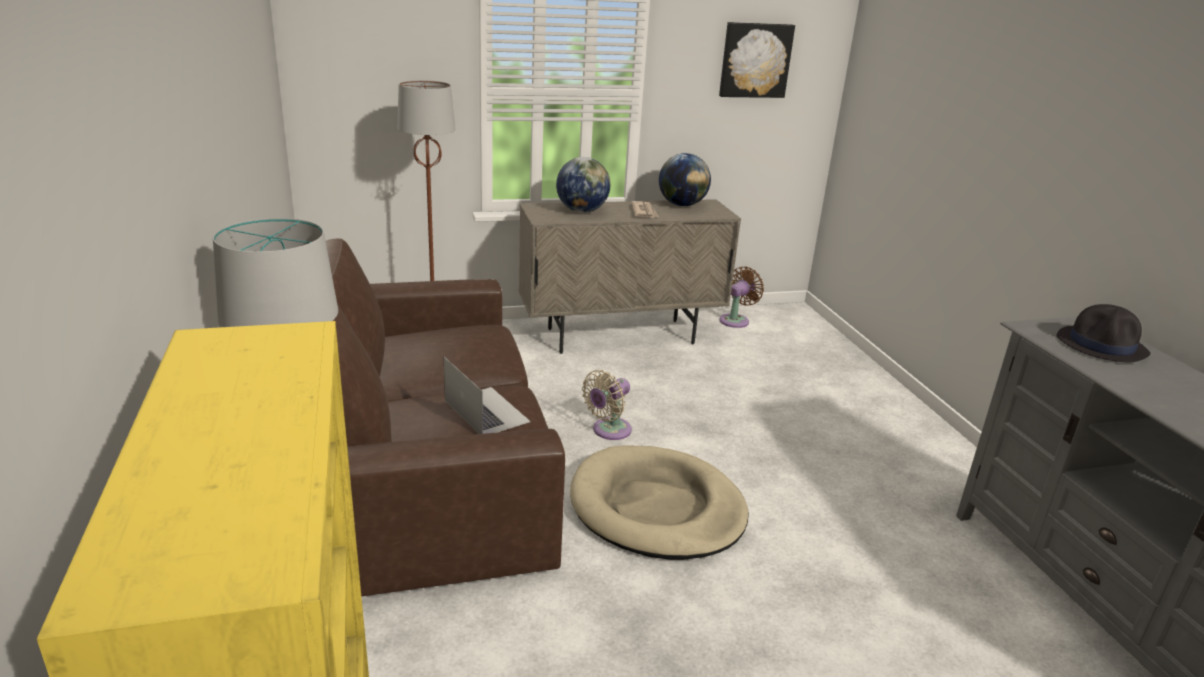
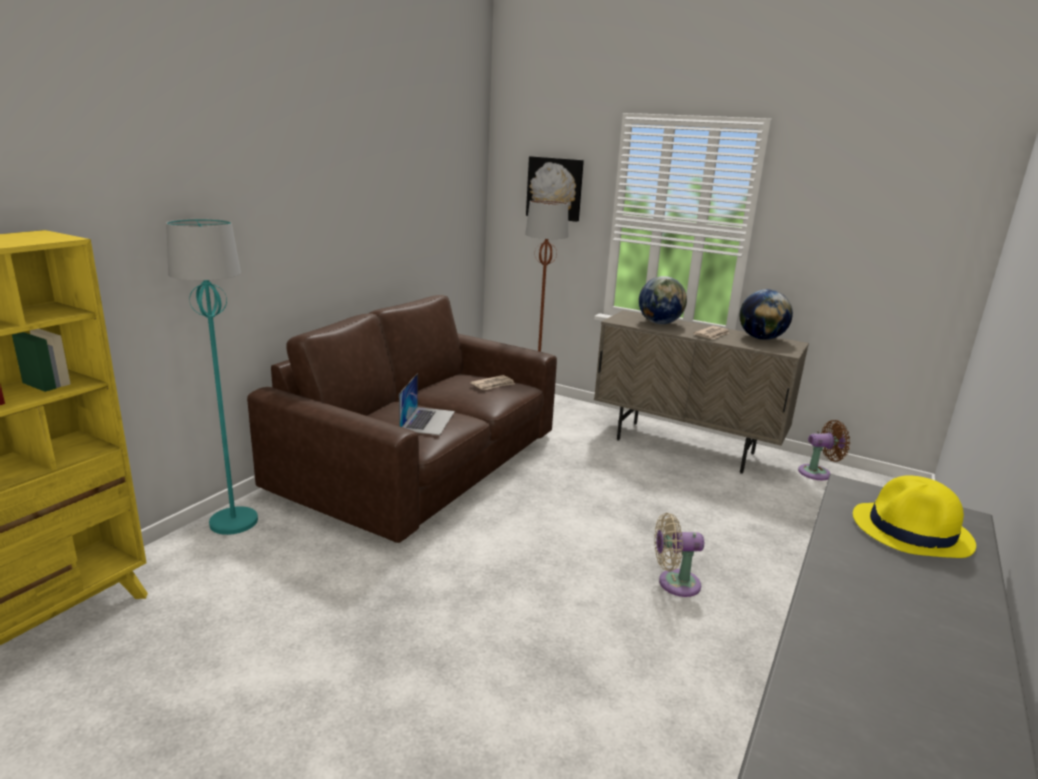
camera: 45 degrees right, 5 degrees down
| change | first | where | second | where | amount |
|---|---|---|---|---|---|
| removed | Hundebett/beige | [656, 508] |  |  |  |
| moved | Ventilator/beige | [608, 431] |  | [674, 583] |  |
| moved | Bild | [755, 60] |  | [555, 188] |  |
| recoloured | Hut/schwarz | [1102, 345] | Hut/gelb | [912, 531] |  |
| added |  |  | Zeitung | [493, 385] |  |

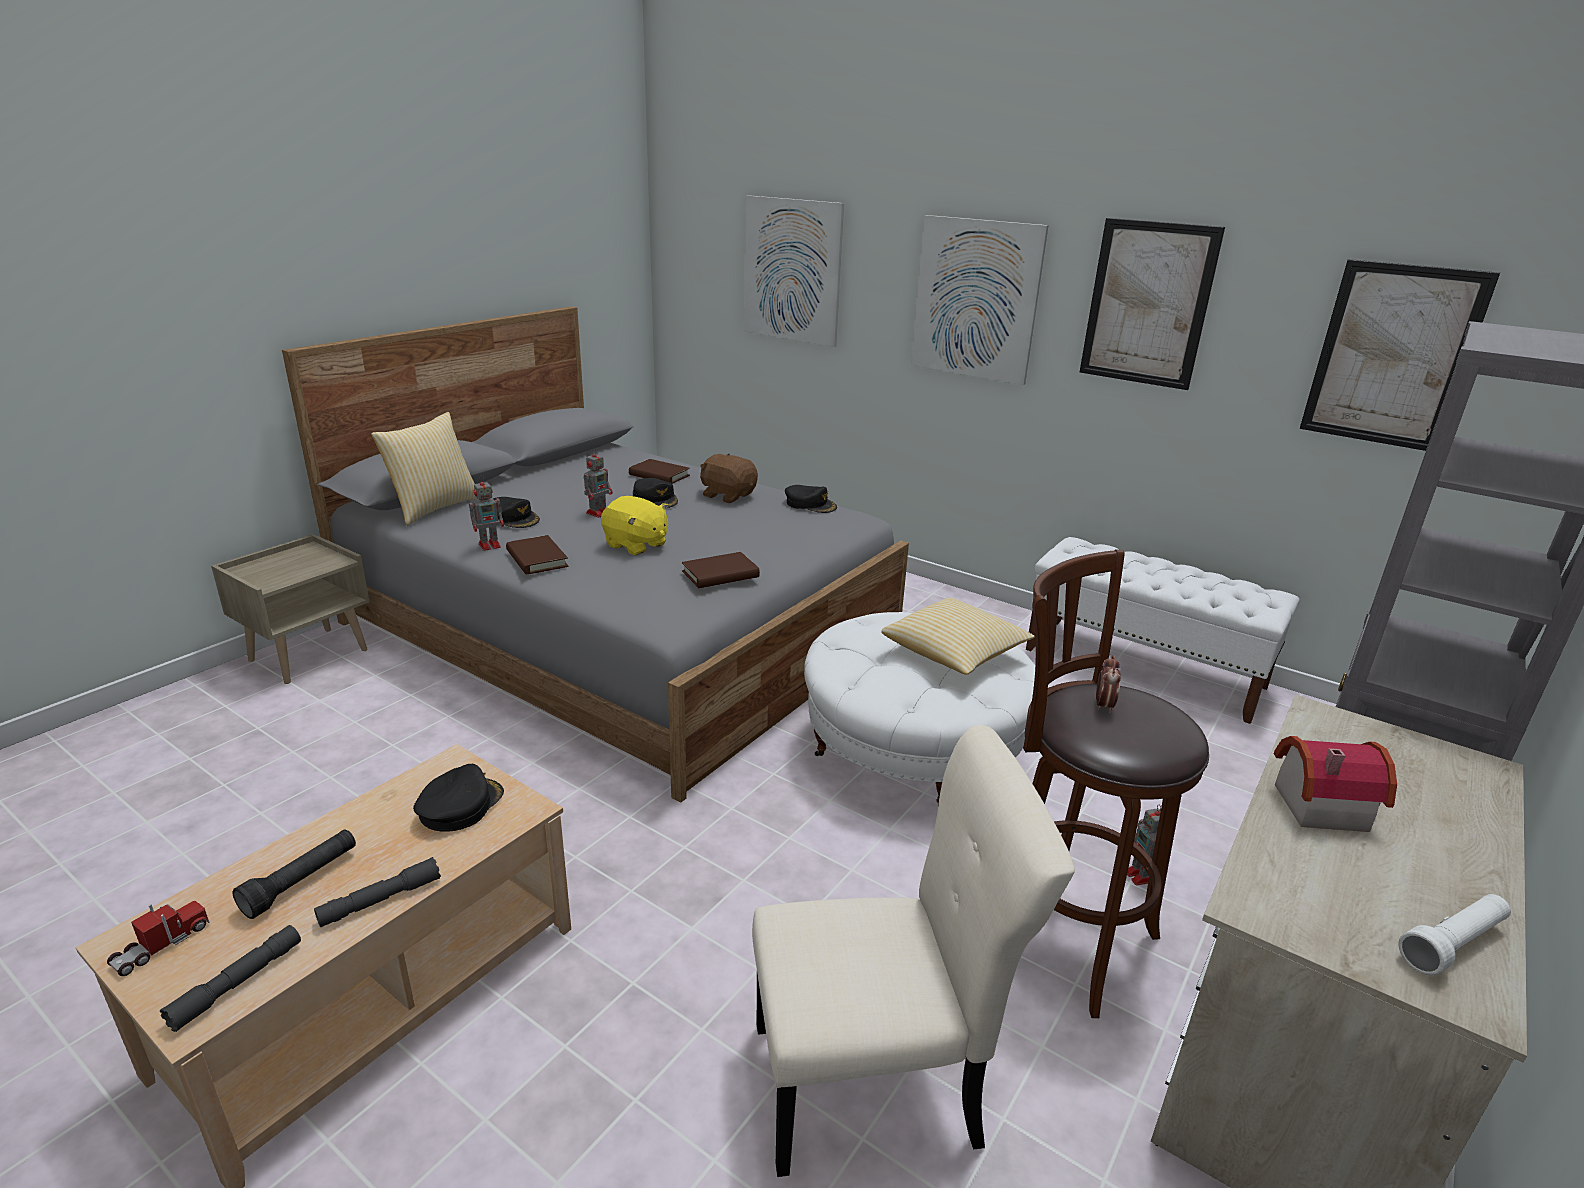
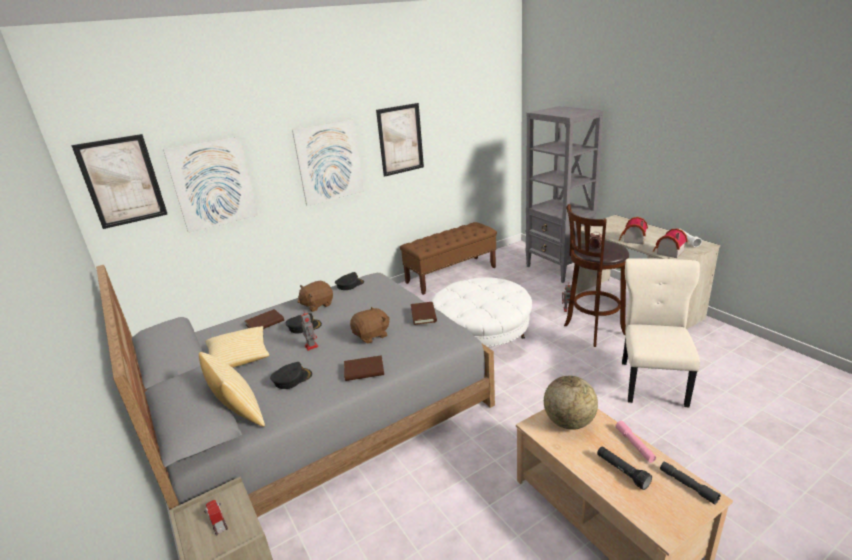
camera: 65 degrees left, 0 degrees up
| change | first | where | second | where | amount |
|---|---|---|---|---|---|
| moved | Spielzeuglaster | [161, 945] |  | [217, 520] |  |
| recoloured | Taschenlampe/grau | [380, 900] | Taschenlampe/rosa | [634, 445] |  |
| replaced | Kappe/schwarz | [460, 805] | Globus | [569, 422] |  |
| removed | Spielzeugroboter | [490, 545] |  |  |  |
| recoloured | Plüschtier/gelb | [636, 545] | Plüschtier/braun | [372, 335] |  |
| moved | Kissen | [954, 654] |  | [239, 358] |  |
| recoloured | Bank/weiß | [1144, 668] | Bank/braun | [451, 275] |  |
| moved | Bild | [1392, 356] |  | [122, 181] |  |
| added |  |  | Spielzeughaus | [668, 252] |  |

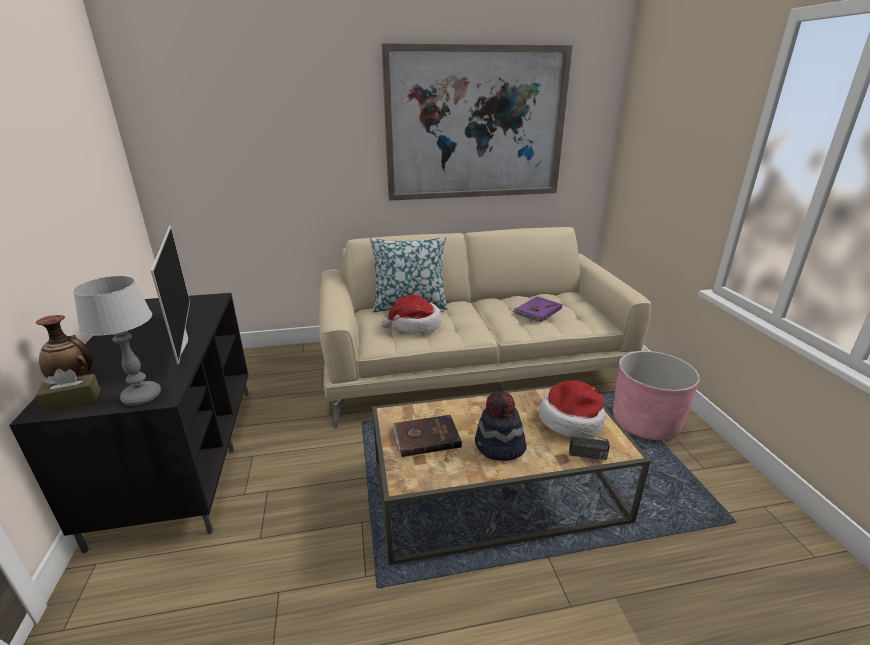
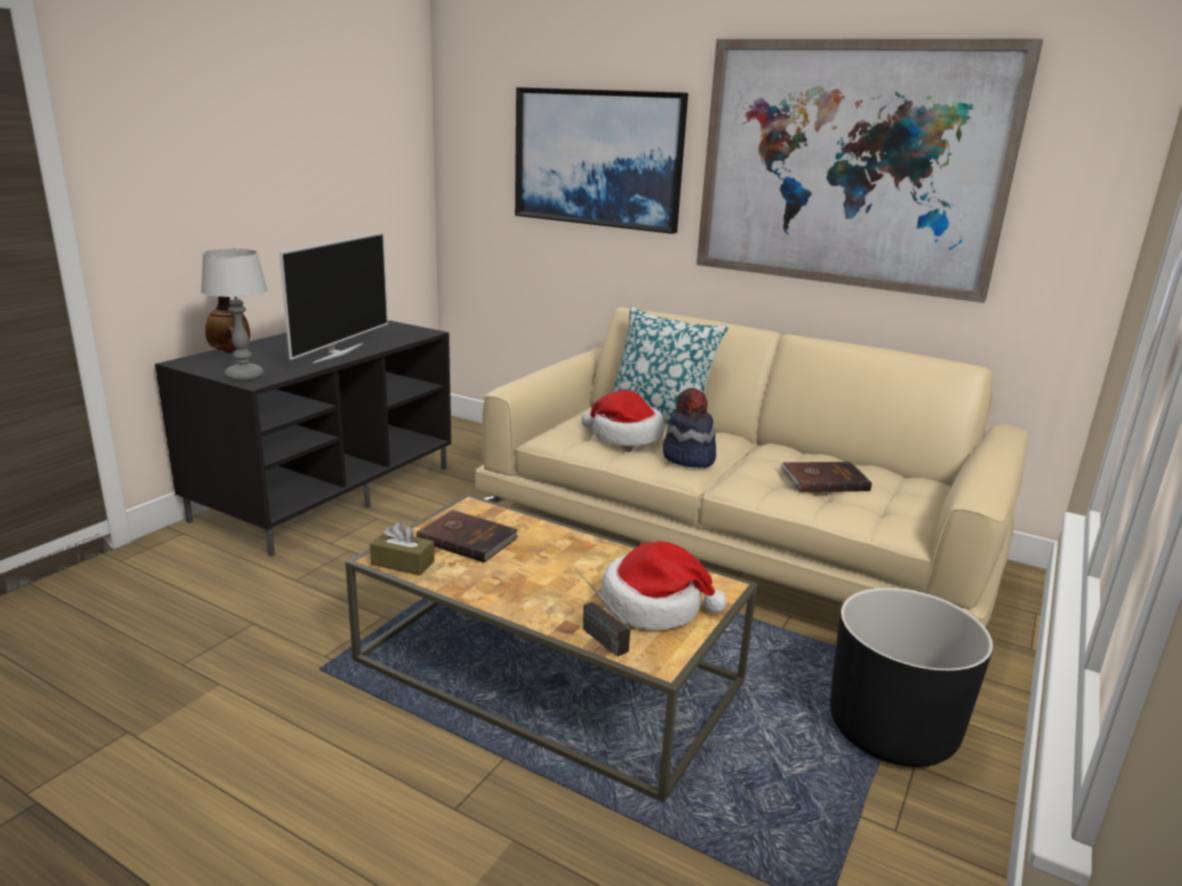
camera: 40 degrees right, 5 degrees down
| change | first | where | second | where | amount |
|---|---|---|---|---|---|
| moved | Taschentuchbox/braun | [72, 400] |  | [403, 563] |  |
| moved | Hut | [499, 447] |  | [688, 458] |  |
| recoloured | Buch/lila | [537, 311] | Buch/braun | [823, 480] |  |
| recoloured | Pflanzkübel/rosa | [645, 423] | Pflanzkübel/schwarz | [891, 730] |  |
| added |  |  | Bild | [598, 158] |  |

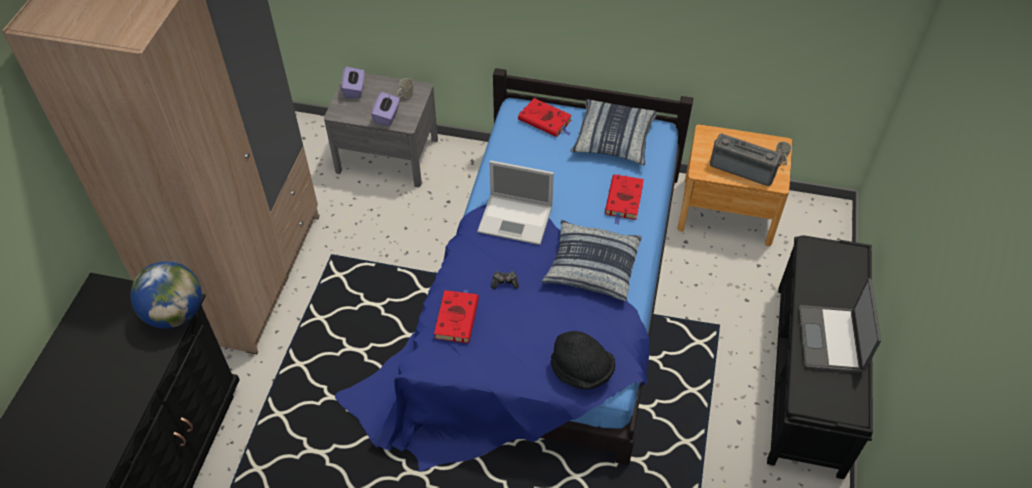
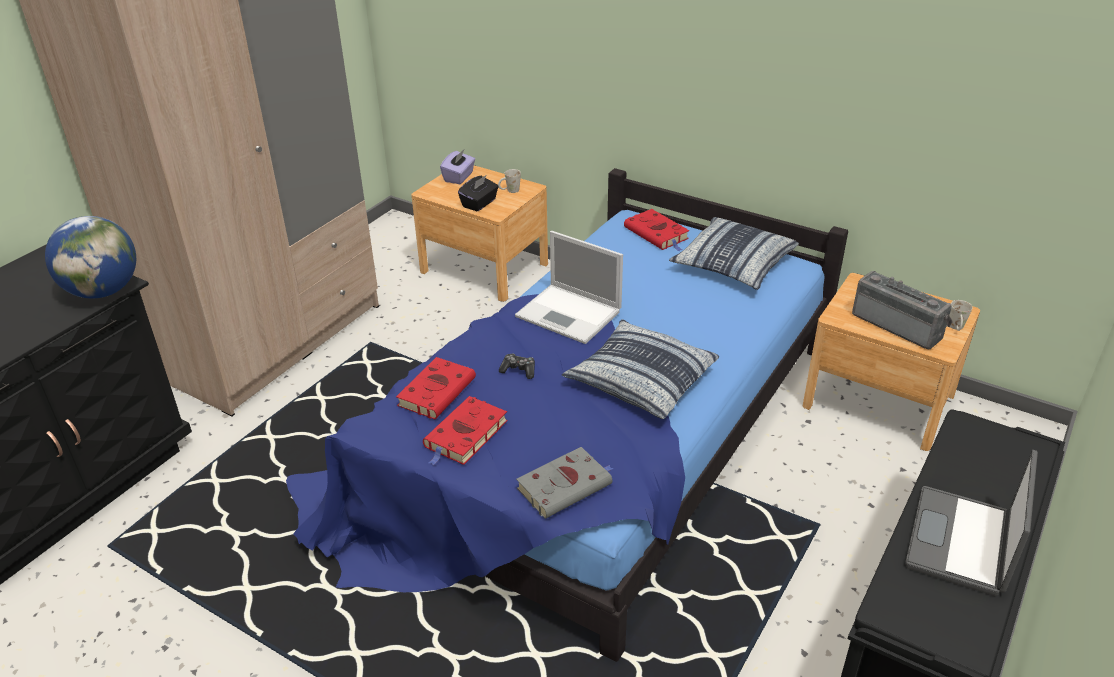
camera: 20 degrees right, 15 degrees down
| change | first | where | second | where | amount |
|---|---|---|---|---|---|
| recoloured | Nachttisch/grau | [387, 155] | Nachttisch/braun | [484, 267] |  |
| recoloured | Taschentuchbox/lila | [387, 116] | Taschentuchbox/schwarz | [479, 203] |  |
| replaced | Hut/schwarz | [581, 371] | Buch/grau | [566, 485] |  |
| moved | Buch/rot | [624, 201] |  | [465, 436] |  |

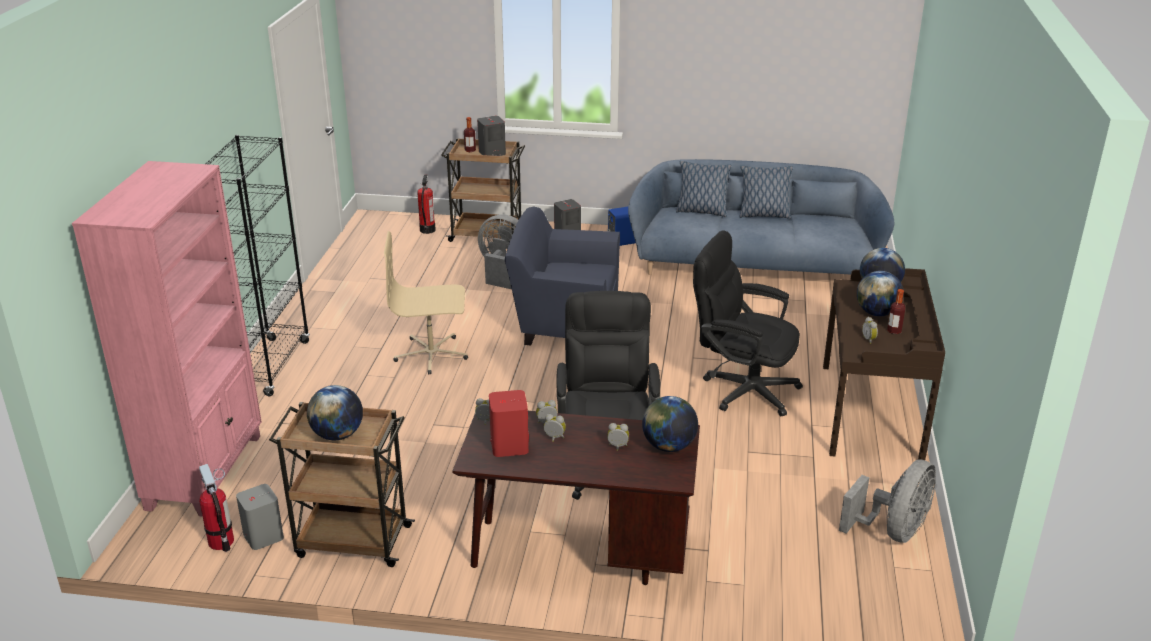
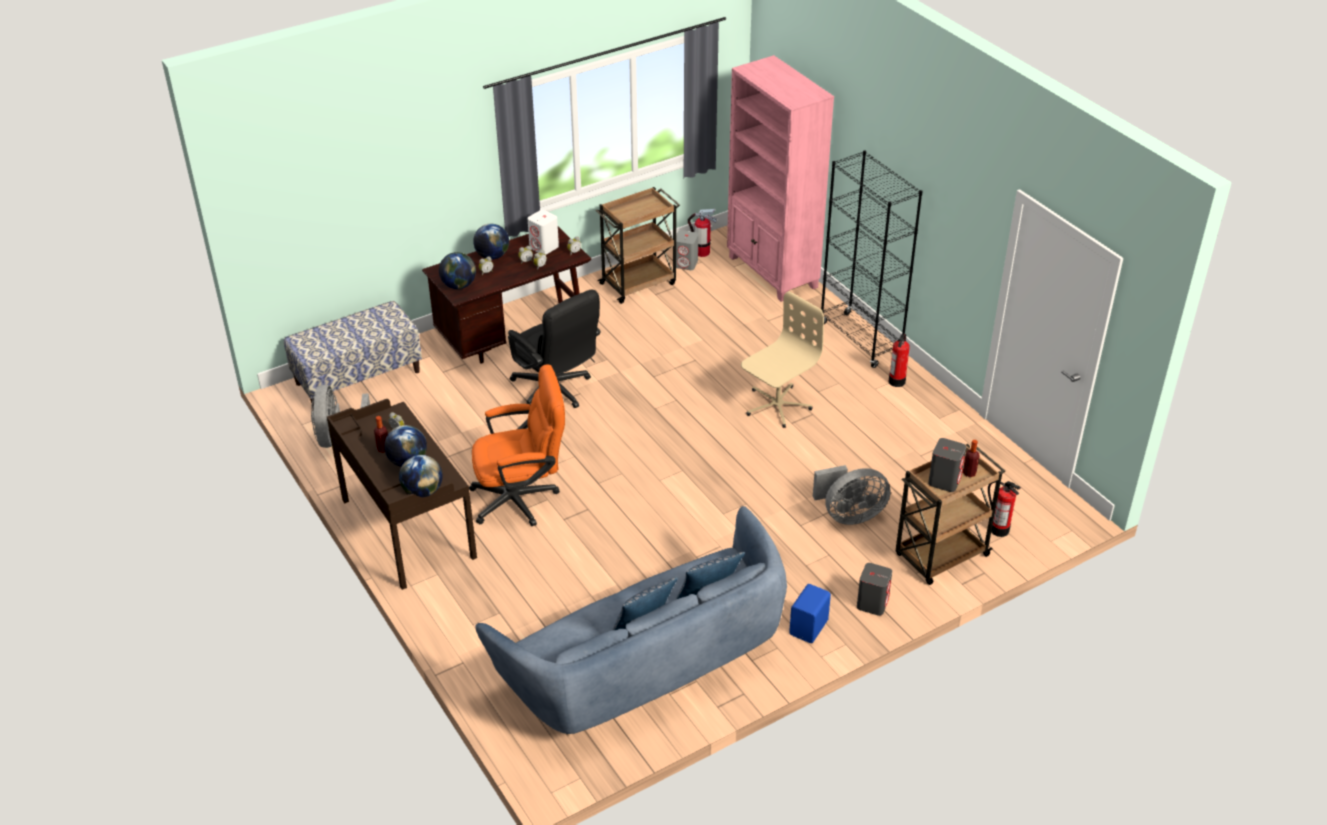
camera: 140 degrees right, 10 degrees up
| change | first | where | second | where | amount |
|---|---|---|---|---|---|
| moved | Globus | [338, 435] |  | [492, 256] |  |
| recoloured | Lautsprecher/rot | [509, 445] | Lautsprecher/weiß | [544, 247] |  |
| removed | Sessel/blau | [564, 325] |  |  |  |
| recoloured | Bürostuhl/schwarz | [741, 388] | Bürostuhl/orange | [522, 498] |  |
| added |  |  | Bank | [358, 377] |  |
| added |  |  | Feuerlöscher | [897, 381] |  |

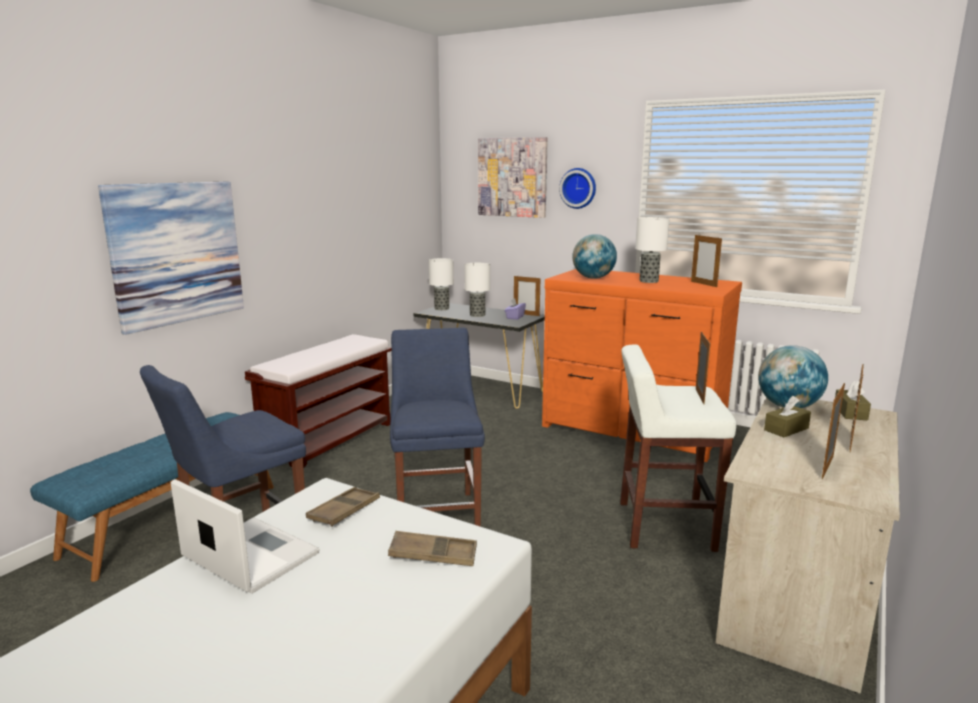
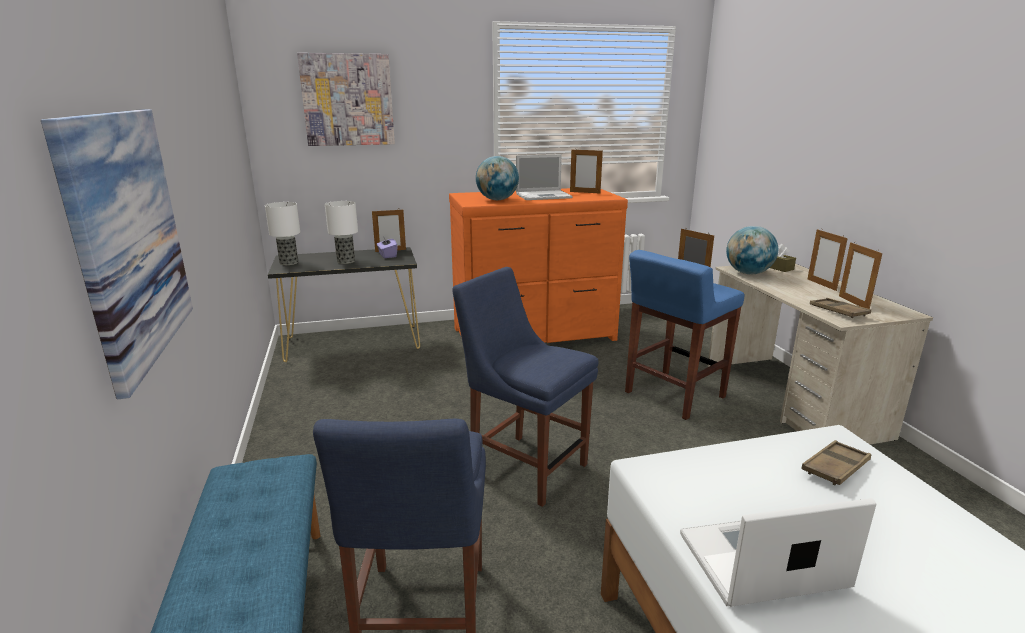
camera: 45 degrees left, 5 degrees up
| change | first | where | second | where | amount |
|---|---|---|---|---|---|
| removed | Bank/braun | [329, 441] |  |  |  |
| moved | Tablett/braun | [344, 511] |  | [838, 311] |  |
| removed | Wanduhr | [578, 188] |  |  |  |
| recoloured | Hocker/weiß | [663, 526] | Hocker/blau | [673, 395] |  |
| replaced | Tischlampe | [649, 281] | Laptop | [544, 196] |  |
| removed | Taschentuchbox/braun | [786, 429] |  |  |  |

